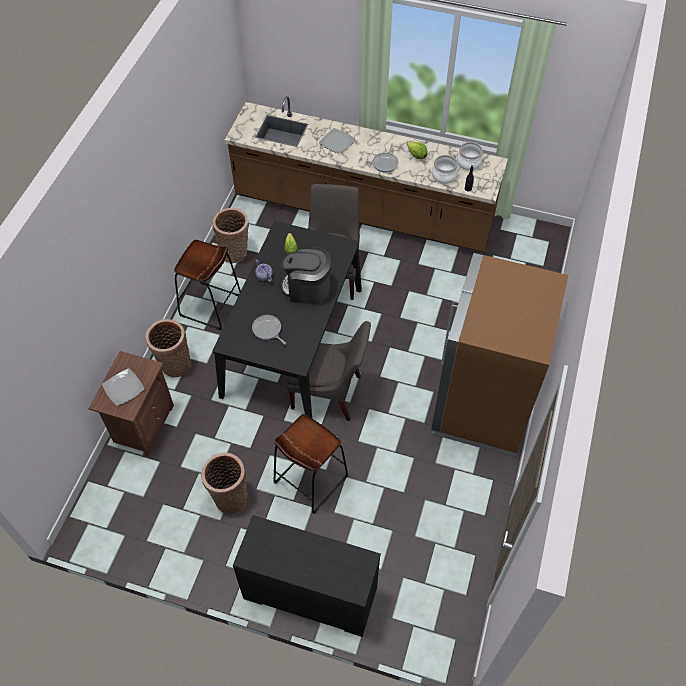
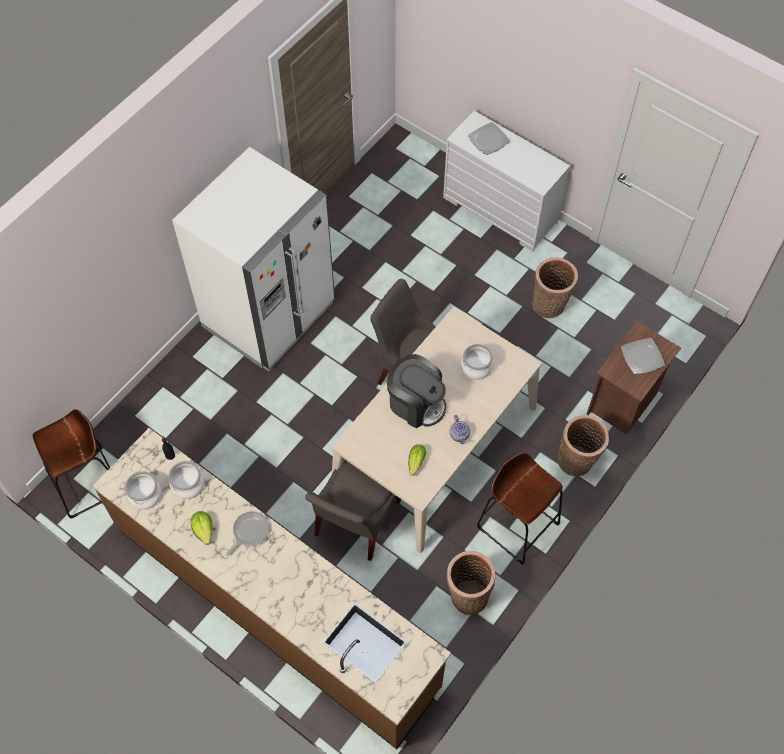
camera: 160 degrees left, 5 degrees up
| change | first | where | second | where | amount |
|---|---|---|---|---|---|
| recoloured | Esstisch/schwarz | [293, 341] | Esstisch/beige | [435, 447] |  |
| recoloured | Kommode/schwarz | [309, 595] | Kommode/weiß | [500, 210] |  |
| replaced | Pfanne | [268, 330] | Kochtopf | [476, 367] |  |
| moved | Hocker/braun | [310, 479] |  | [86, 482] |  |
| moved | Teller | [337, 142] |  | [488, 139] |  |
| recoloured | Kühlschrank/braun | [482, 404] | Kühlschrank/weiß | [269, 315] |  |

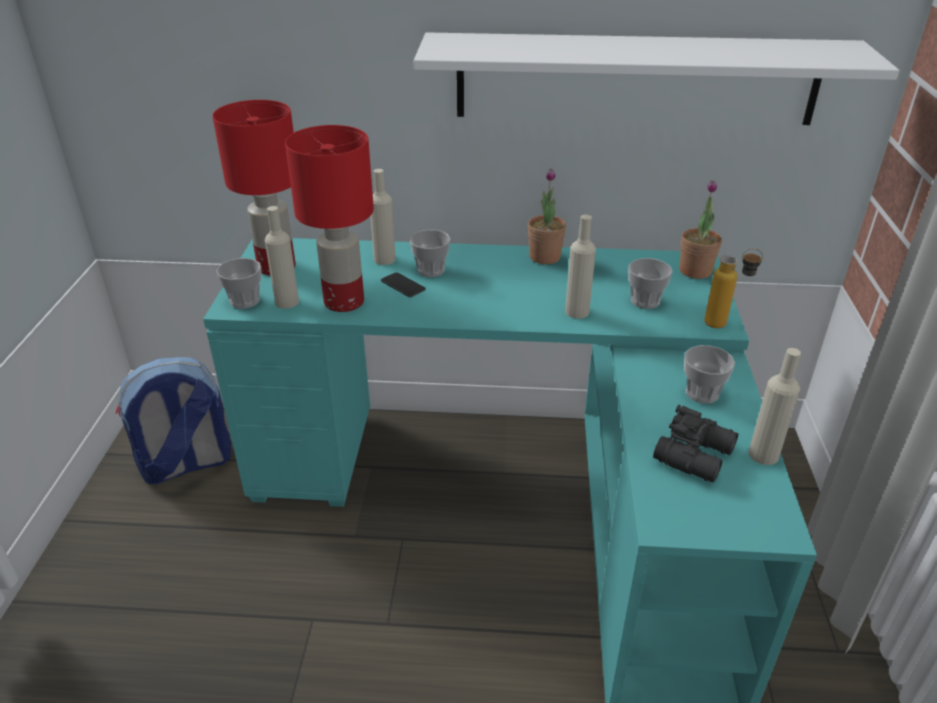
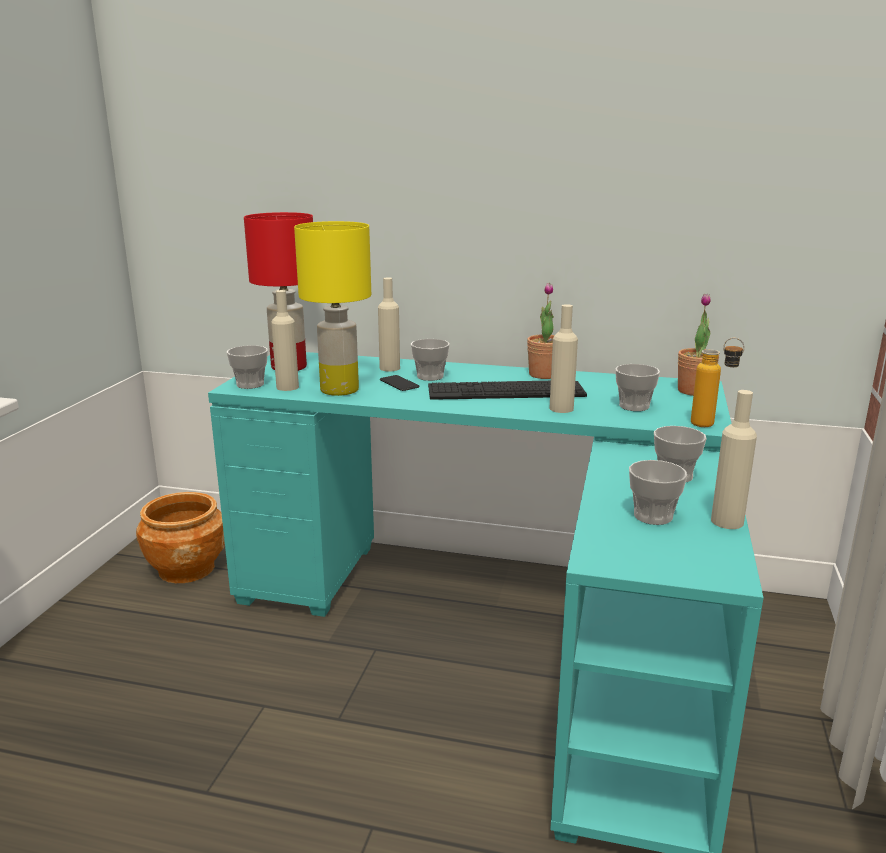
camera: 10 degrees right, 15 degrees down
| change | first | where | second | where | amount |
|---|---|---|---|---|---|
| replaced | Rucksack | [186, 464] | Pflanzkübel/braun | [186, 569] |  |
| recoloured | Tischlampe/rot | [345, 302] | Tischlampe/gelb | [340, 390] |  |
| removed | Wandregal/weiß | [636, 79] |  |  |  |
| replaced | Fernglas/schwarz | [696, 455] | Tasse | [653, 516] |  |
| added |  |  | Tastatur | [506, 391] |  |

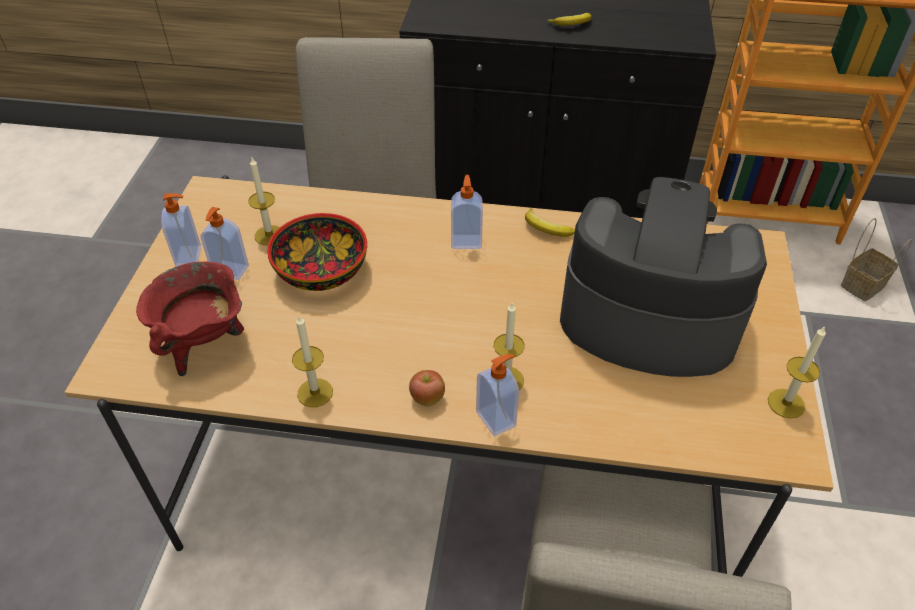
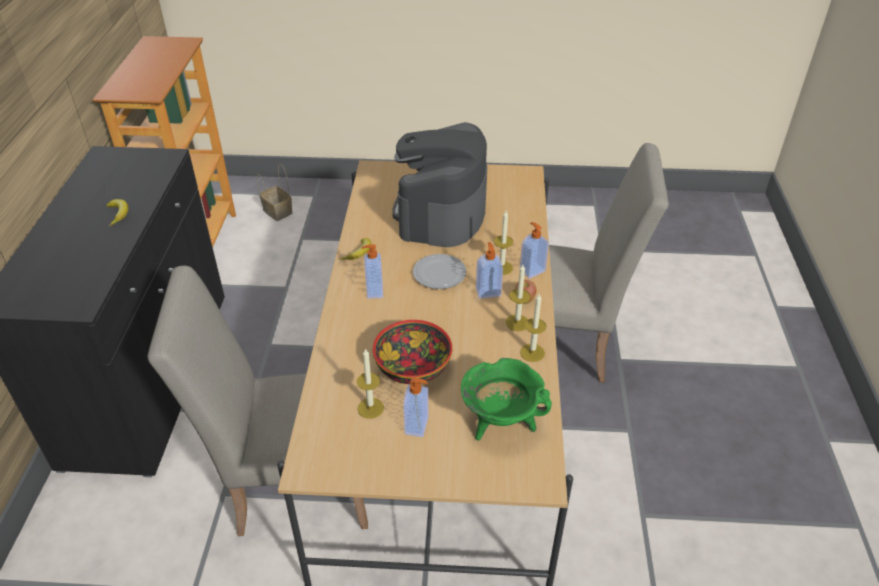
camera: 95 degrees left, 5 degrees down
| change | first | where | second | where | amount |
|---|---|---|---|---|---|
| recoloured | Kochtopf/rot | [205, 344] | Kochtopf/grün | [501, 423] |  |
| moved | Seifenspender | [189, 256] |  | [488, 292] |  |
| moved | Kerze | [786, 403] |  | [517, 323] |  |
| added |  |  | Teller | [439, 274] |  |

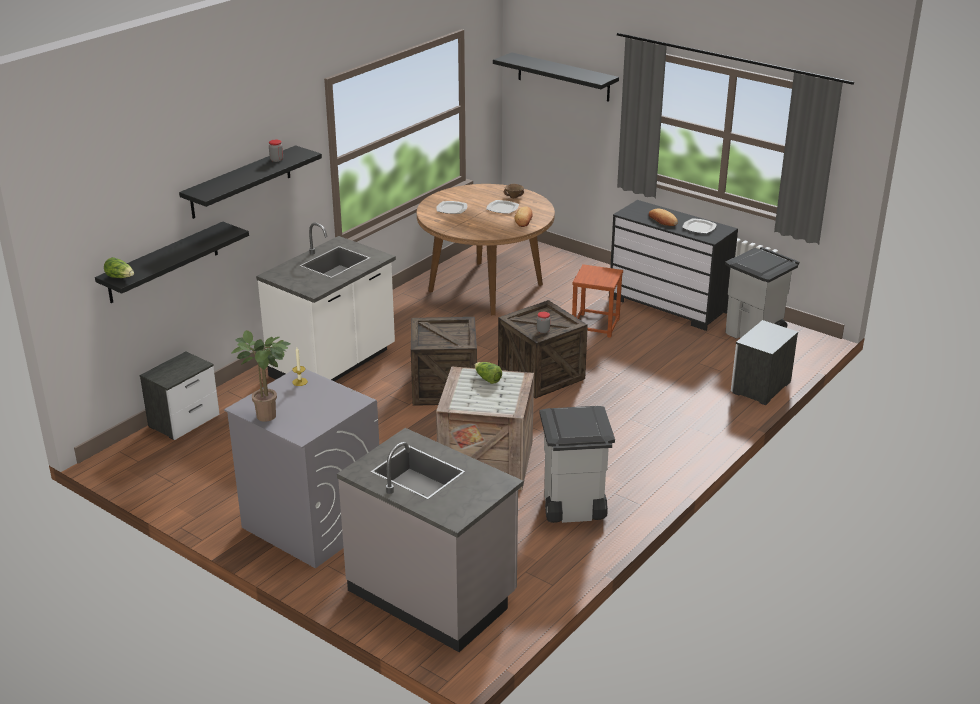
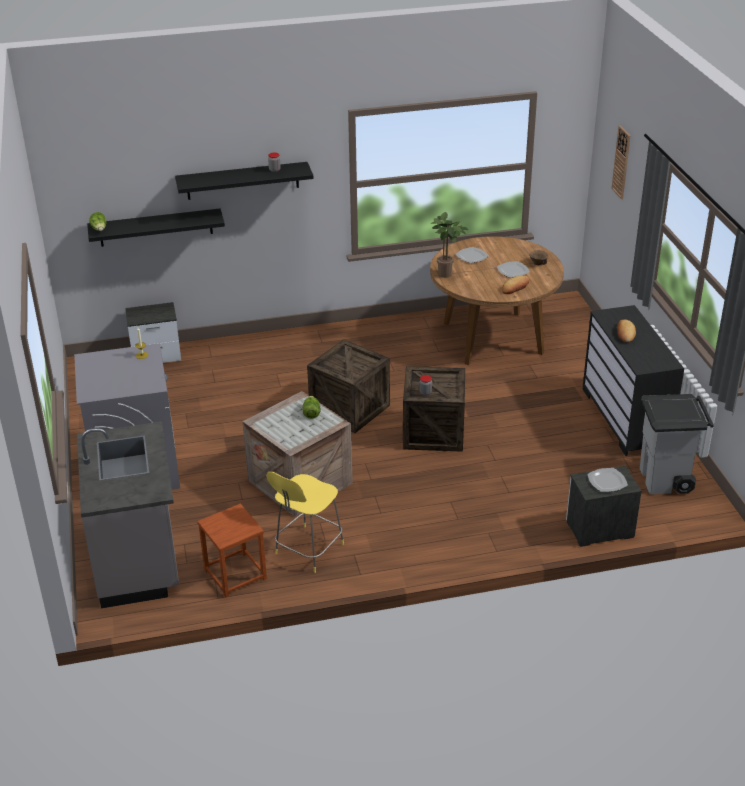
camera: 40 degrees right, 5 degrees up
| change | first | where | second | where | amount |
|---|---|---|---|---|---|
| moved | Topfpflanze | [270, 416] |  | [447, 275] |  |
| removed | Küchenzeile/weiß | [334, 365] |  |  |  |
| replaced | Wandregal/schwarz | [563, 77] | Wanduhr | [621, 162] |  |
| replaced | Mülleimer/grau | [572, 509] | Hocker/gelb | [308, 550] |  |
| moved | Hocker/braun | [595, 325] |  | [234, 574] |  |
| moved | Teller | [698, 227] |  | [606, 481] |  |

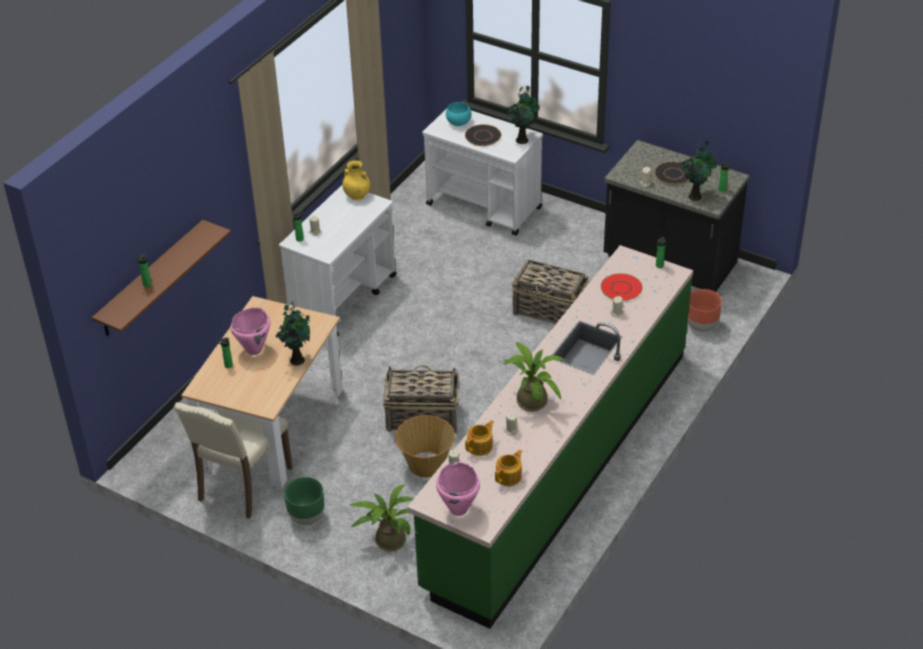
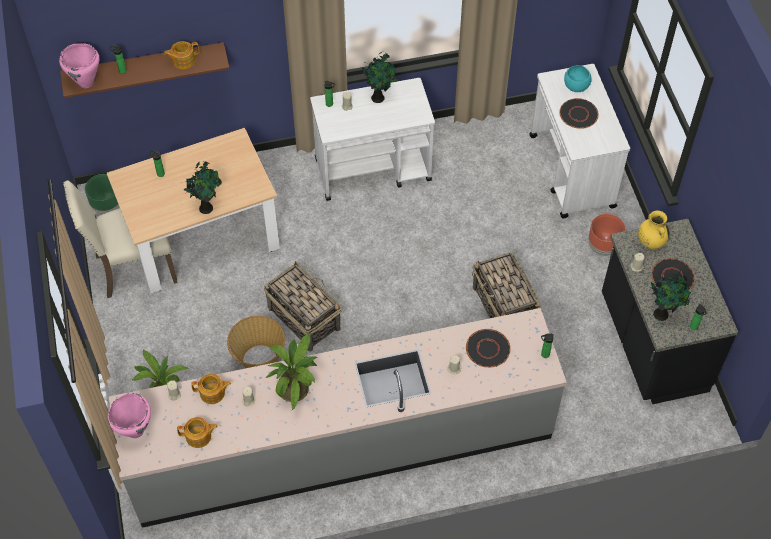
camera: 45 degrees right, 15 degrees up
| change | first | where | second | where | amount |
|---|---|---|---|---|---|
| moved | Kochtopf/rosa | [254, 350] |  | [86, 82] |  |
| moved | Pflanzkübel/grün | [307, 517] |  | [107, 207] |  |
| moved | Vase/gelb | [356, 195] |  | [650, 241] |  |
| recoloured | Küchenzeile/grün | [558, 467] | Küchenzeile/grau | [342, 446] |  |
| moved | Topfpflanze | [522, 139] |  | [379, 97] |  |
| recoloured | Teller/rot | [621, 288] | Teller/schwarz | [488, 349] |  |
| moved | Pflanzkübel/braun | [702, 326] |  | [603, 247] |  |
| added |  |  | Teekanne | [183, 60] |  |

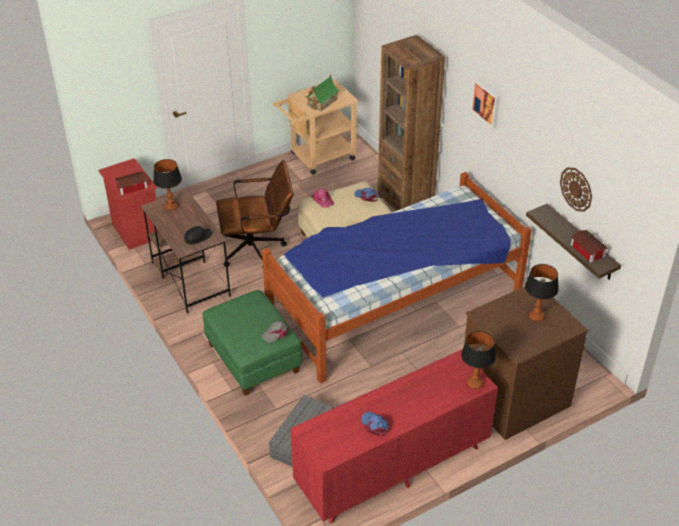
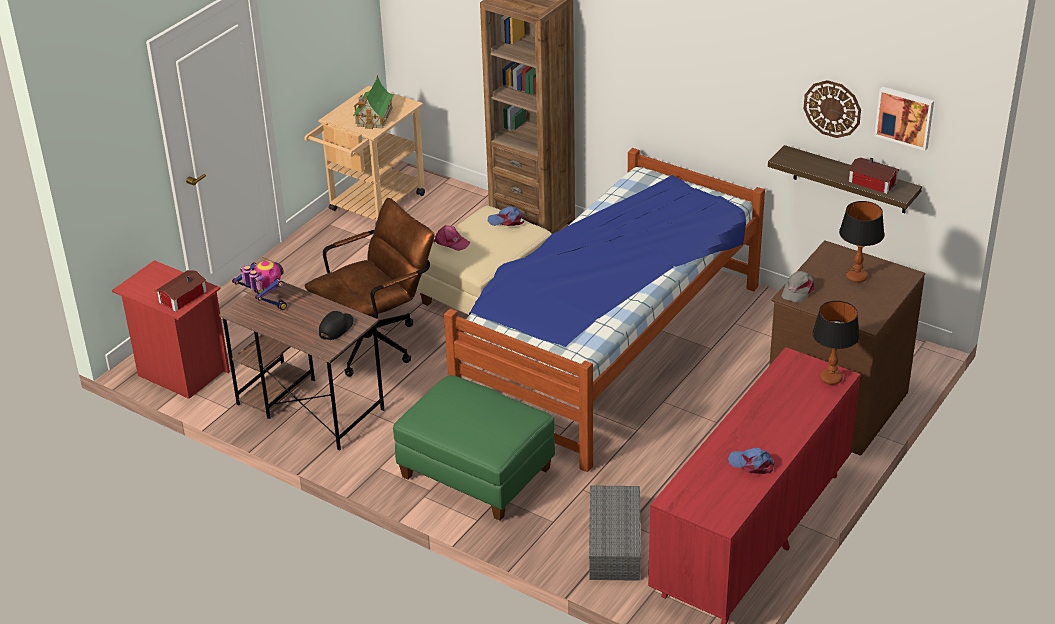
camera: 25 degrees left, 5 degrees down
| change | first | where | second | where | amount |
|---|---|---|---|---|---|
| replaced | Tischlampe | [171, 206] | Spielzeugroboter | [265, 303] |  |
| moved | Kappe/grau | [276, 333] |  | [797, 290] |  |
| moved | Bild | [486, 102] |  | [905, 117] |  |

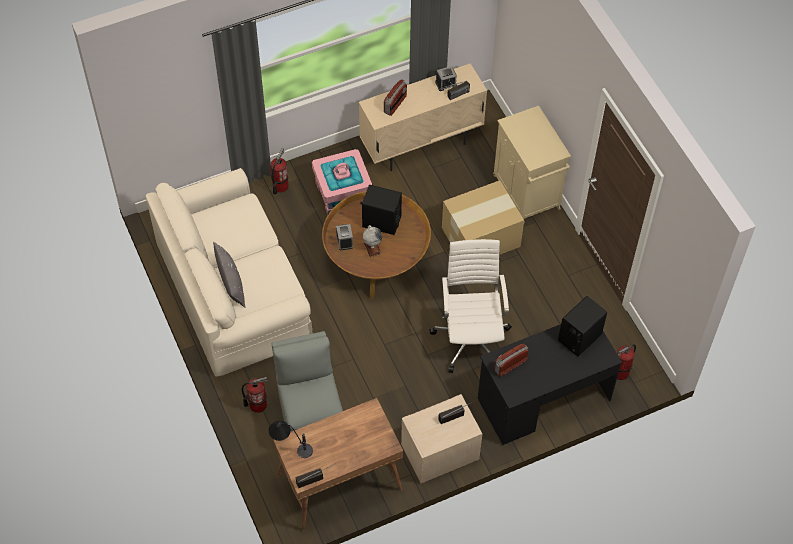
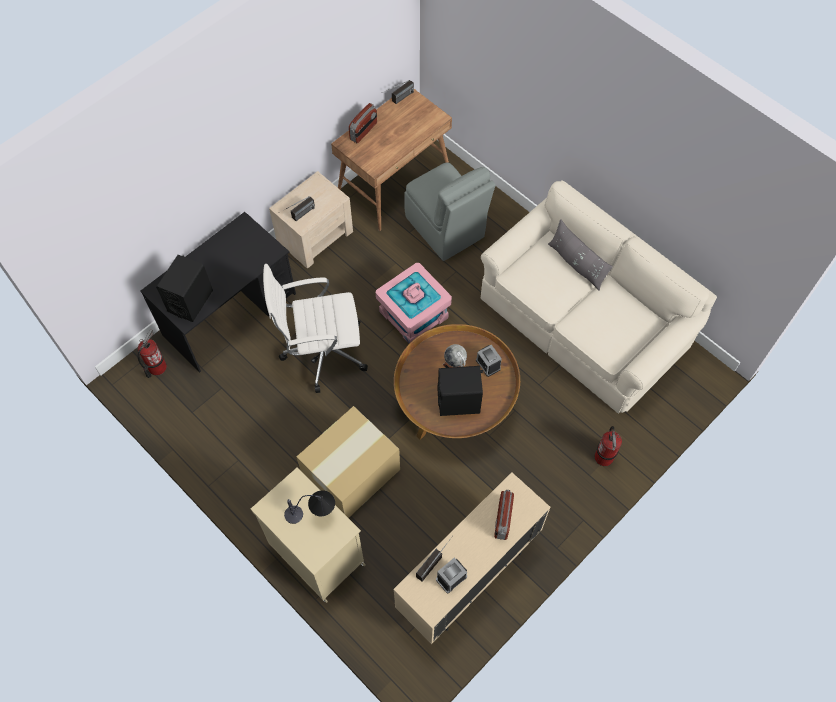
camera: 160 degrees right, 5 degrees up
| change | first | where | second | where | amount |
|---|---|---|---|---|---|
| removed | Feuerlöscher | [257, 405] |  |  |  |
| moved | Tischlampe | [289, 446] |  | [313, 514] |  |
| moved | Aufbewahrungsbox/rosa | [342, 193] |  | [414, 315] |  |
| turned | Bürostuhl/weiß | [471, 338] |  | [322, 352] | 105 degrees clockwise |
| moved | Radio | [510, 365] |  | [363, 131] |  |

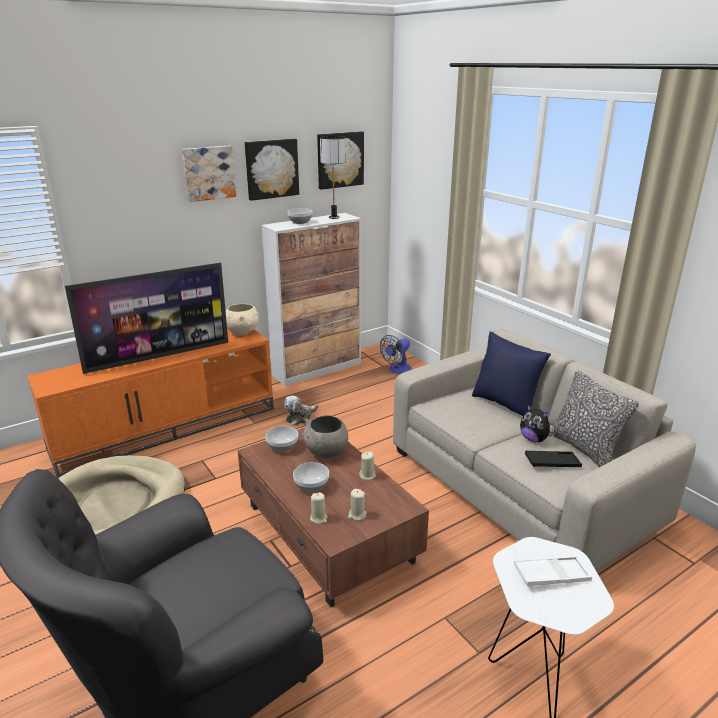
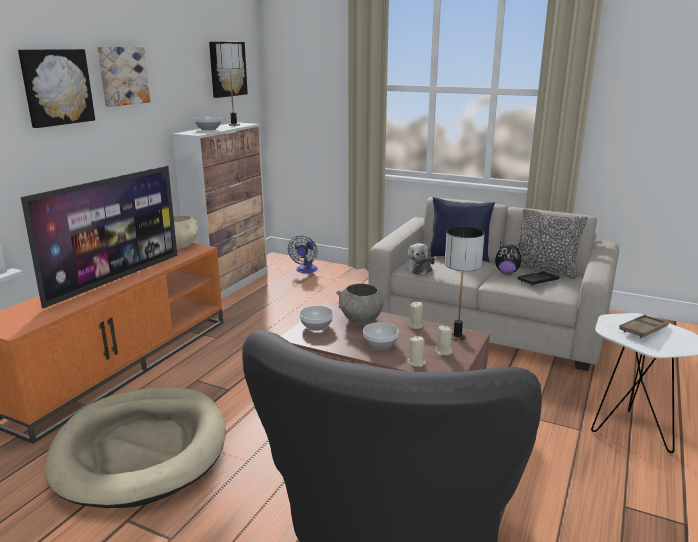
camera: 30 degrees left, 5 degrees down
| change | first | where | second | where | amount |
|---|---|---|---|---|---|
| moved | Bild | [271, 169] |  | [56, 87] |  |
| moved | Plüschtier | [300, 417] |  | [419, 269] |  |
| recoloured | Tablett/weiß | [551, 575] | Tablett/braun | [643, 330] |  |
| added |  |  | Tischlampe | [458, 337] |  |

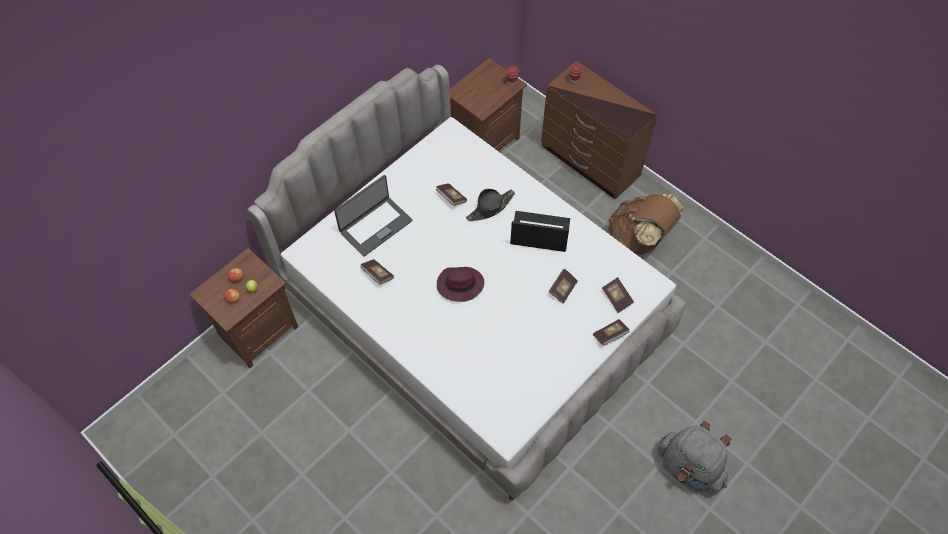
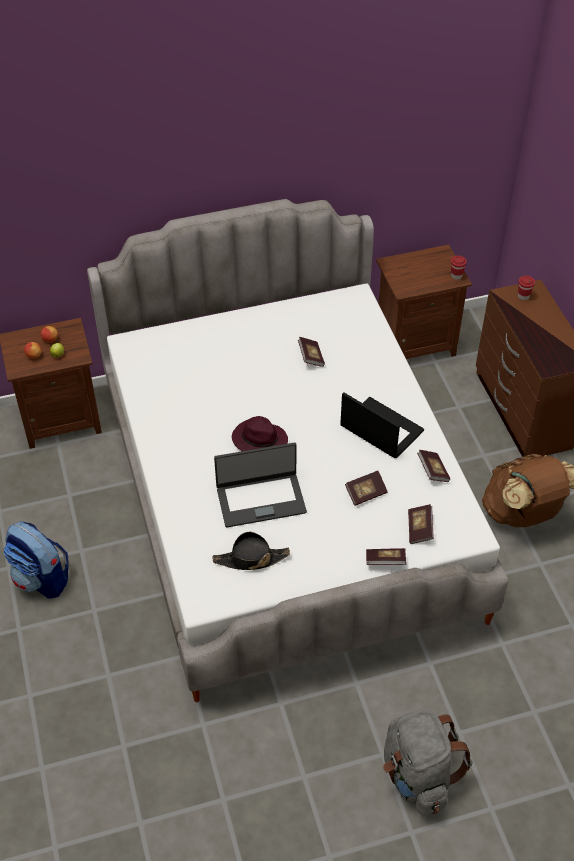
camera: 30 degrees right, 10 degrees down
| change | first | where | second | where | amount |
|---|---|---|---|---|---|
| moved | Laptop | [375, 226] |  | [260, 499] |  |
| moved | Buch | [377, 275] |  | [432, 471] |  |
| moved | Hut/schwarz | [490, 208] |  | [251, 559] |  |
| added |  |  | Rucksack | [42, 579] |  |

